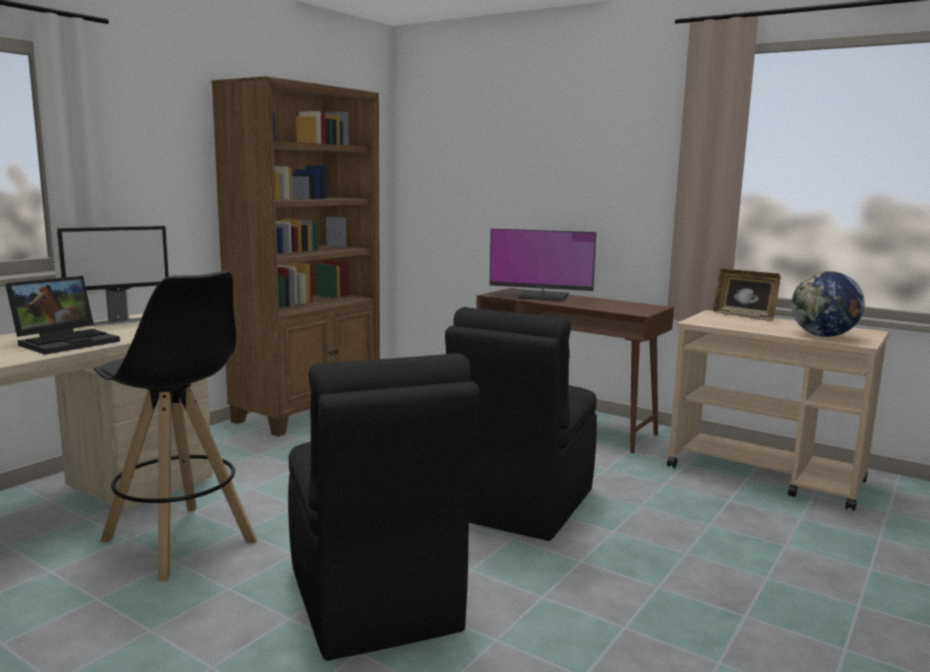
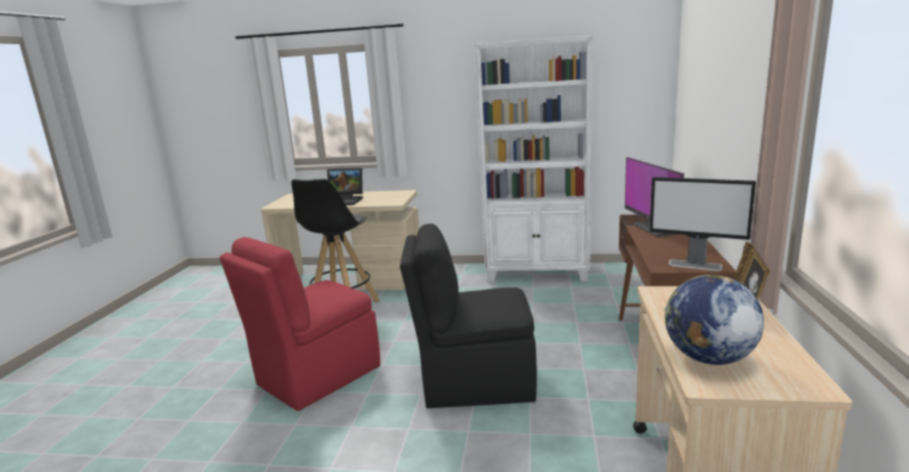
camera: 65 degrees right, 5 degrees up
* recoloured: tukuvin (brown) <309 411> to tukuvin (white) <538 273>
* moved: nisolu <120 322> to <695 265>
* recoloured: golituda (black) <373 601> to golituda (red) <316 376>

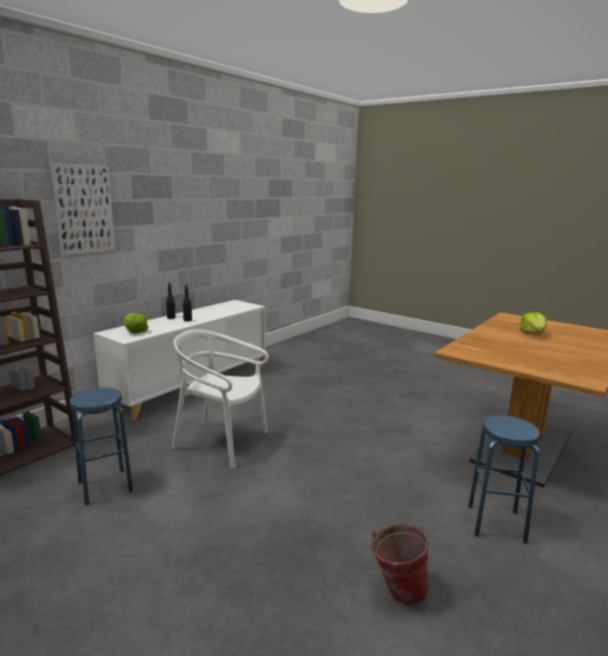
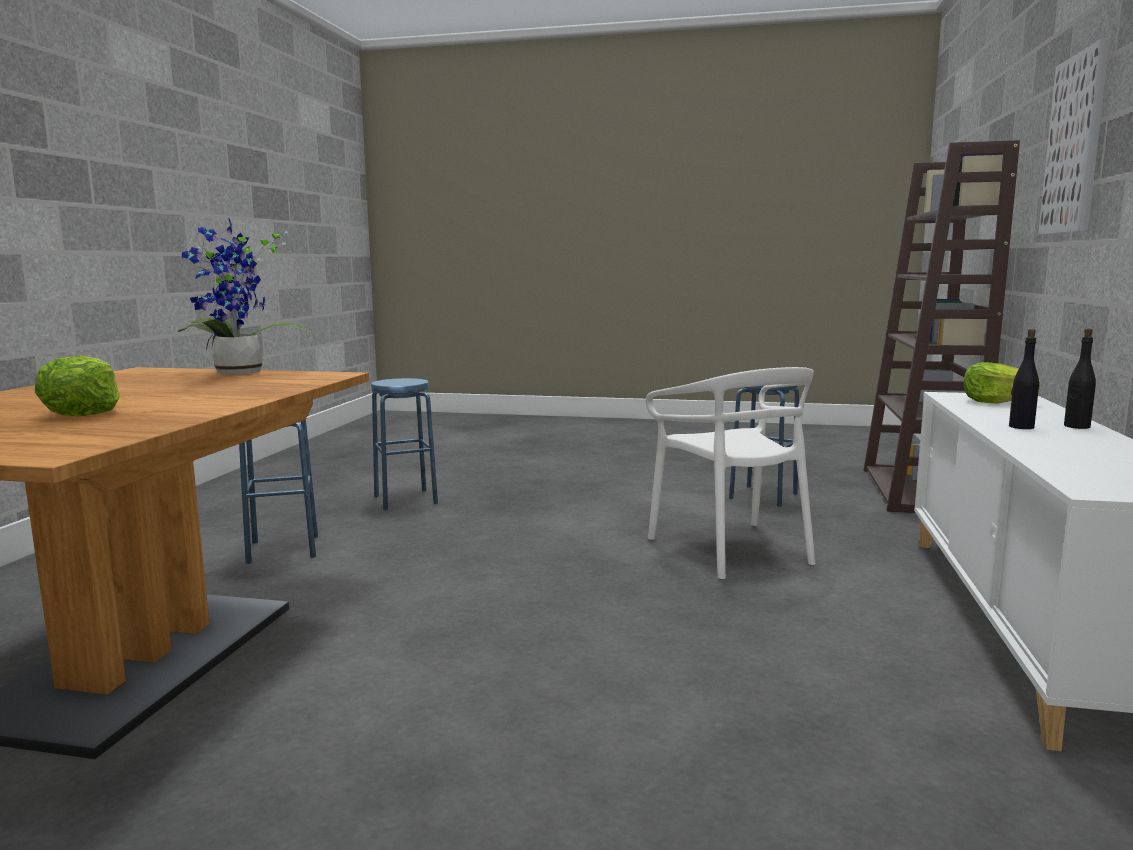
camera: 155 degrees right, 5 degrees down
* turned: golituda (white) <221 442> = <731 549> 75 degrees clockwise
* replaced: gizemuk <397 590> to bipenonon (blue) <405 499>
* added: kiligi <238 374>

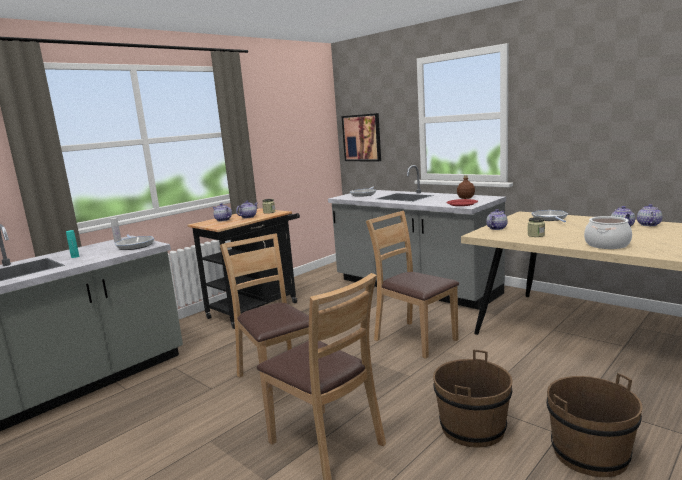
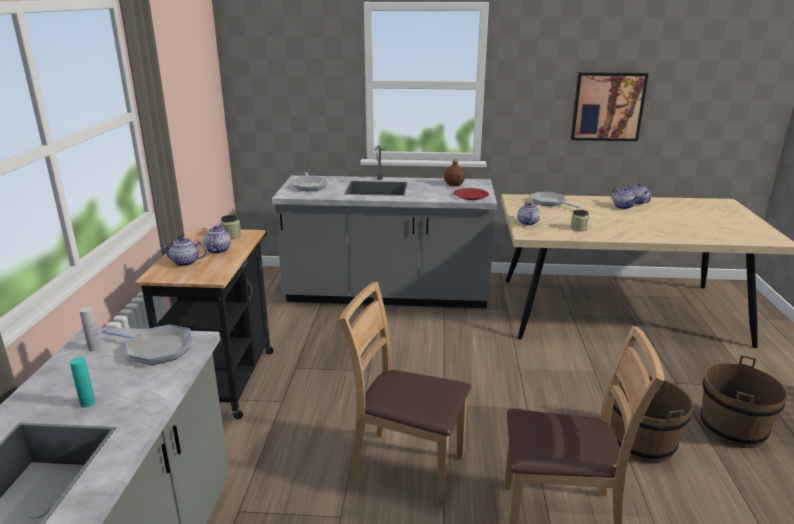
camera: 40 degrees left, 10 degrees up
* moved: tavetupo <362 138> to <607 106>
* removed: golituda (brown) <415 339>
* removed: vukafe <607 245>

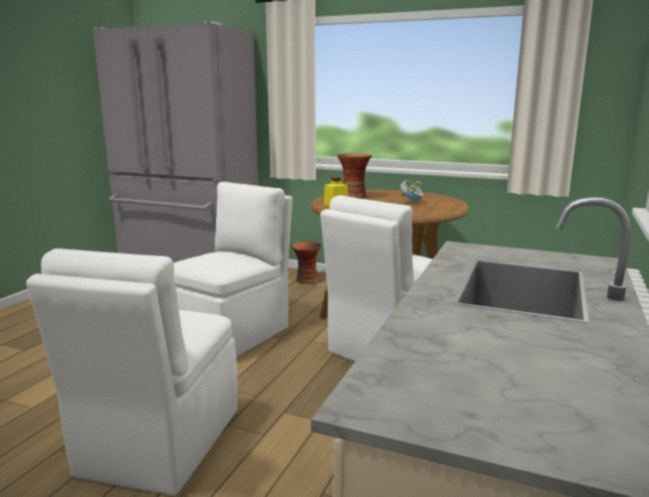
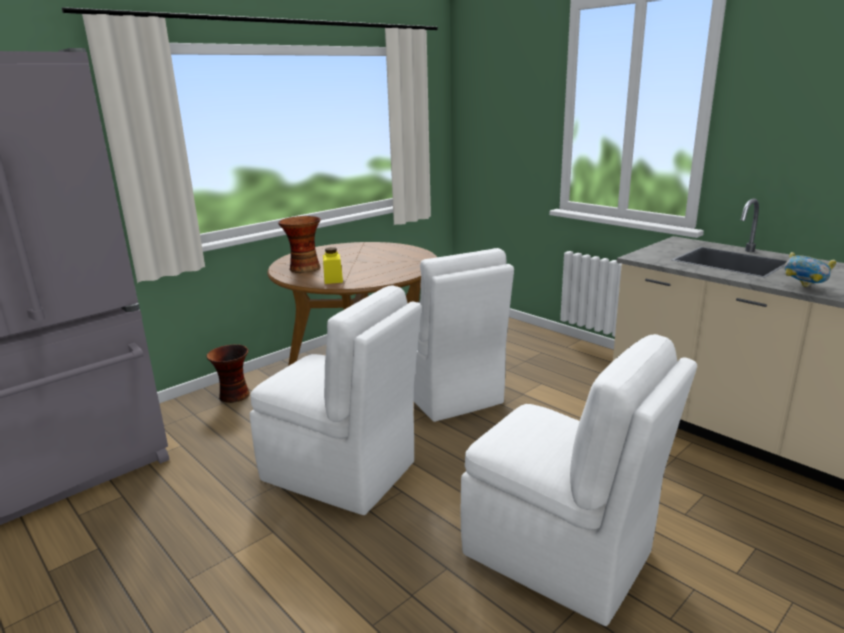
camera: 65 degrees left, 5 degrees up
* moved: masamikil <411 203> to <804 287>
* turned: golituda (white) <232 335> = <342 473> 150 degrees clockwise

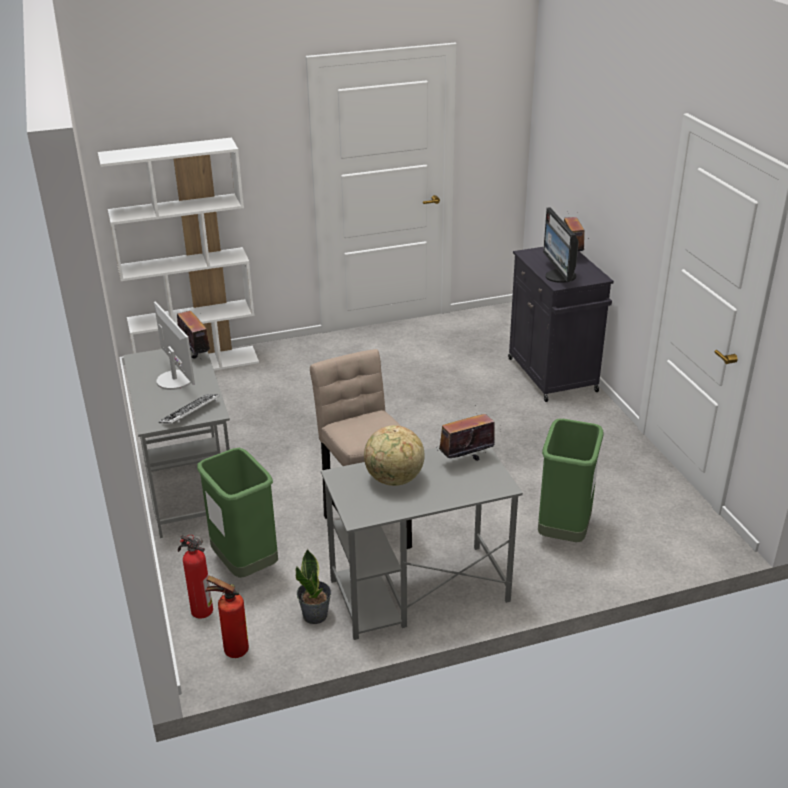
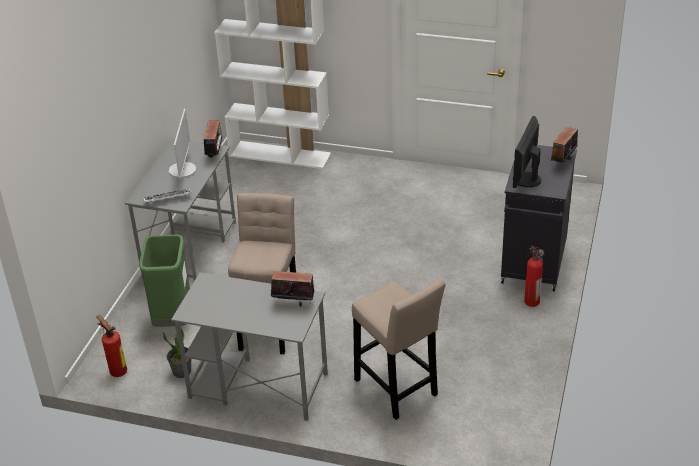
camera: 35 degrees right, 5 degrees up
* replaced: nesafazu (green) <563 532> to bipenonon (beige) <397 390>
* removed: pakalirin <394 479>
* moved: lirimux <200 610> to <531 301>

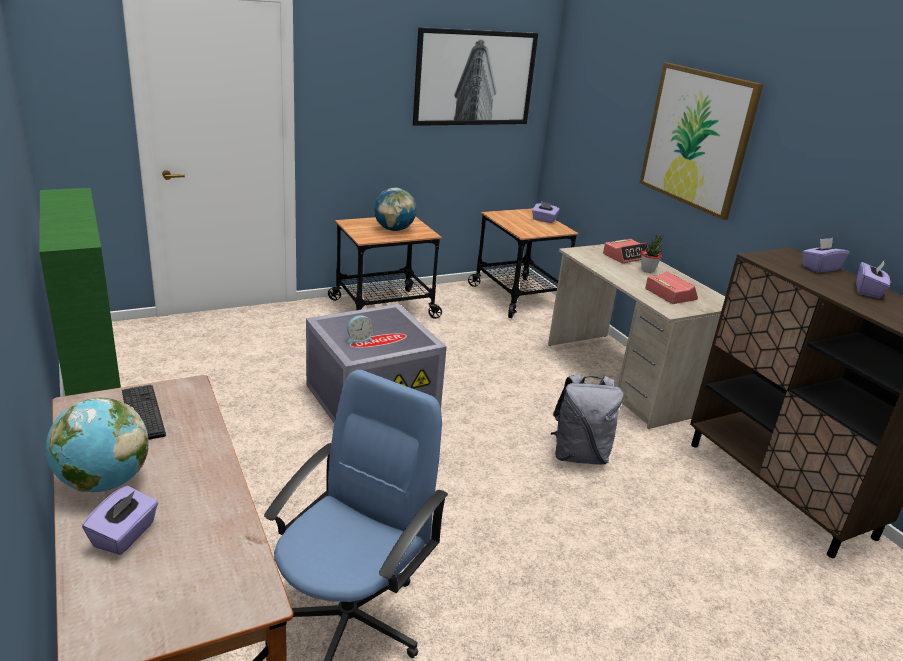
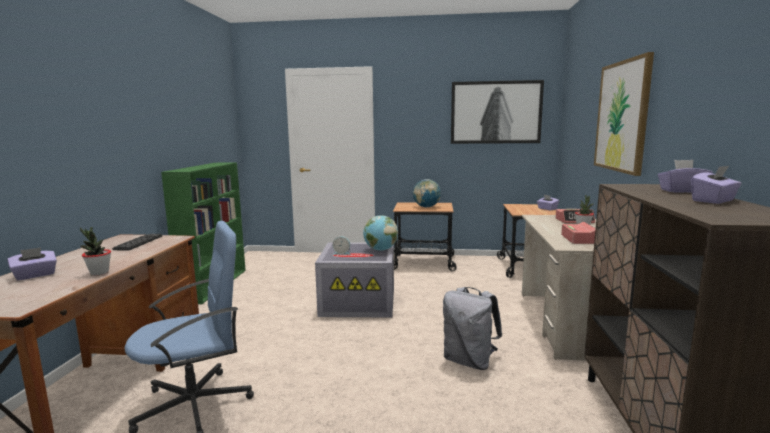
camera: 35 degrees right, 15 degrees down
* moved: pakalirin <104 482> to <380 250>
* added: kiligi <99 273>

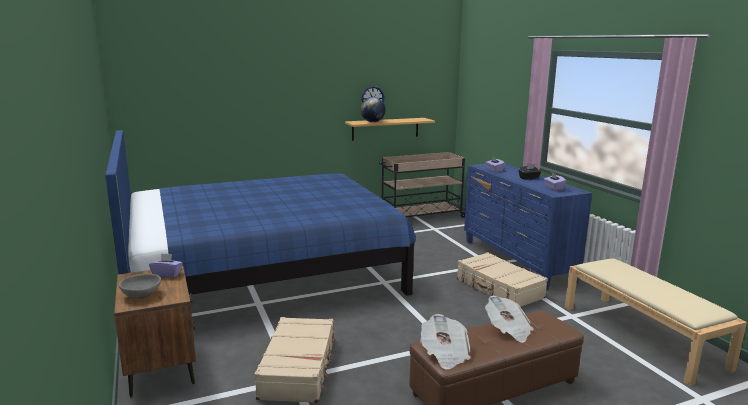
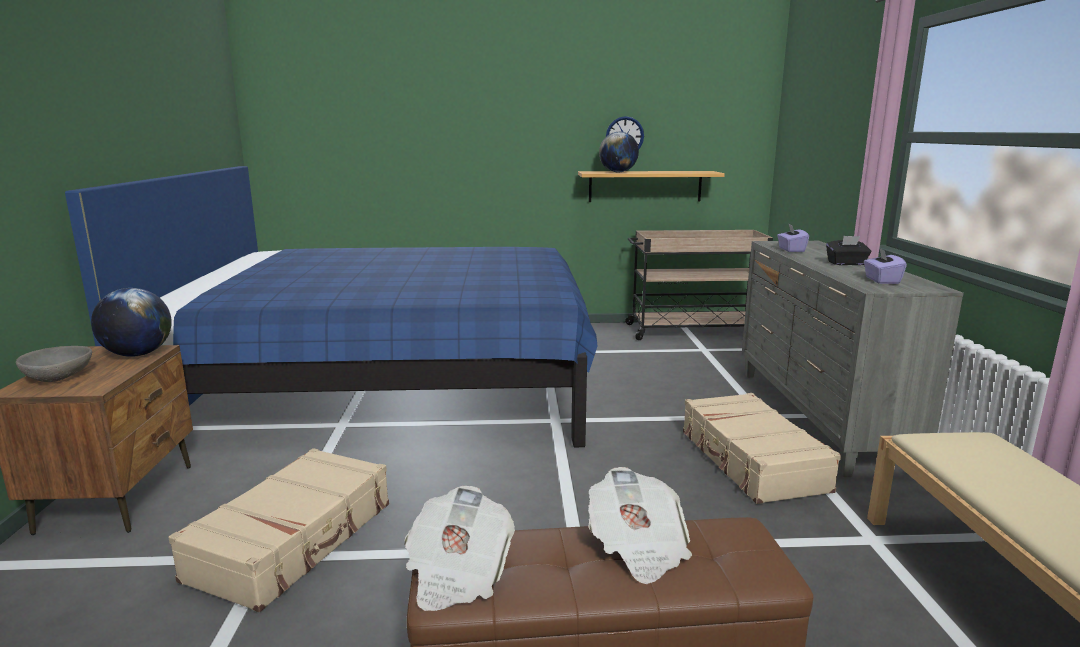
camera: 20 degrees right, 0 degrees up
* recoloured: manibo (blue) <516 261> to manibo (grey) <818 417>
* replaced: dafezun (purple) <167 274> to pakalirin <138 354>

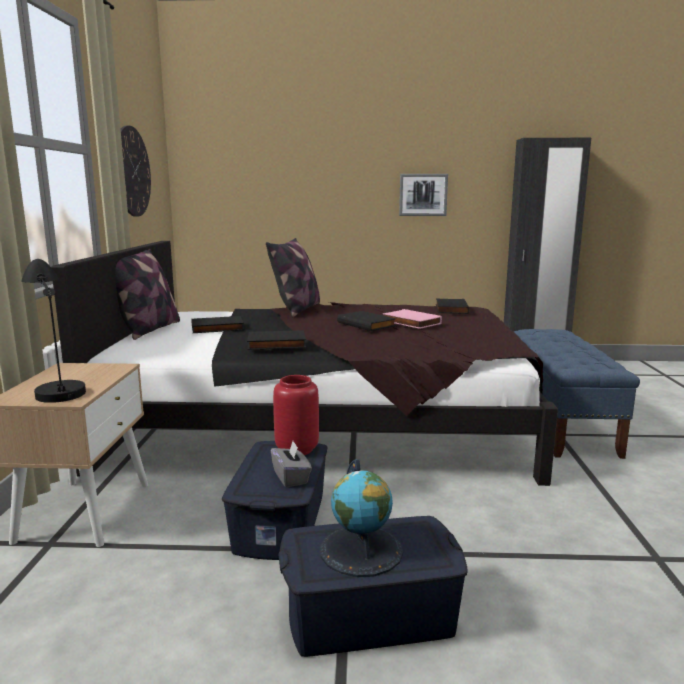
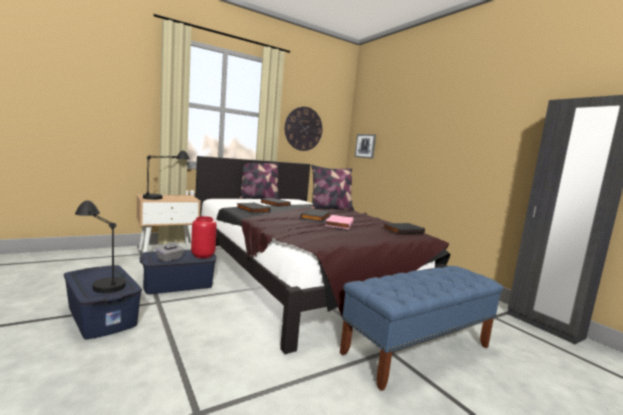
camera: 55 degrees right, 5 degrees down
* moved: tavetupo <423 195> to <365 146>
* replaced: pakalirin <361 550> to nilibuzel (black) <99 279>

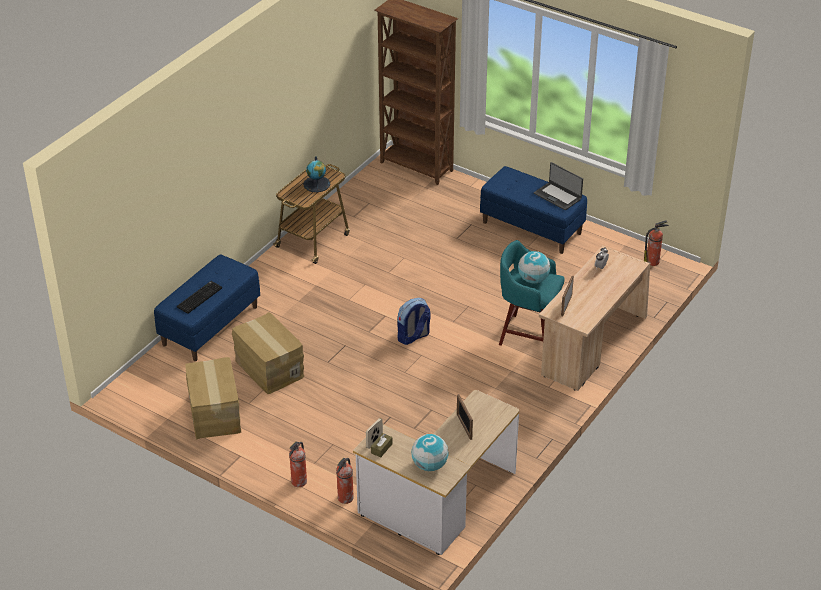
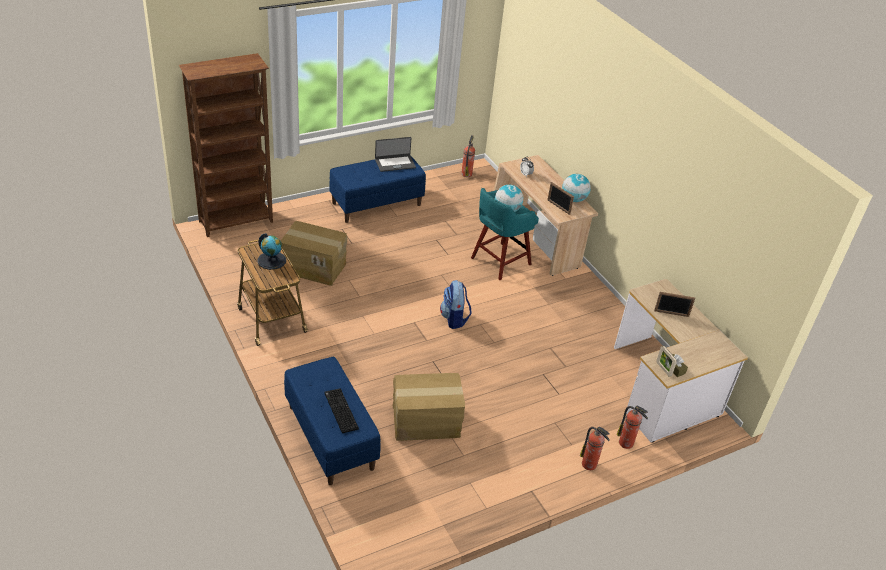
camera: 65 degrees left, 0 degrees up
* moved: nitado <215 414> to <314 267>
* moved: pakalirin <429 465> to <573 199>

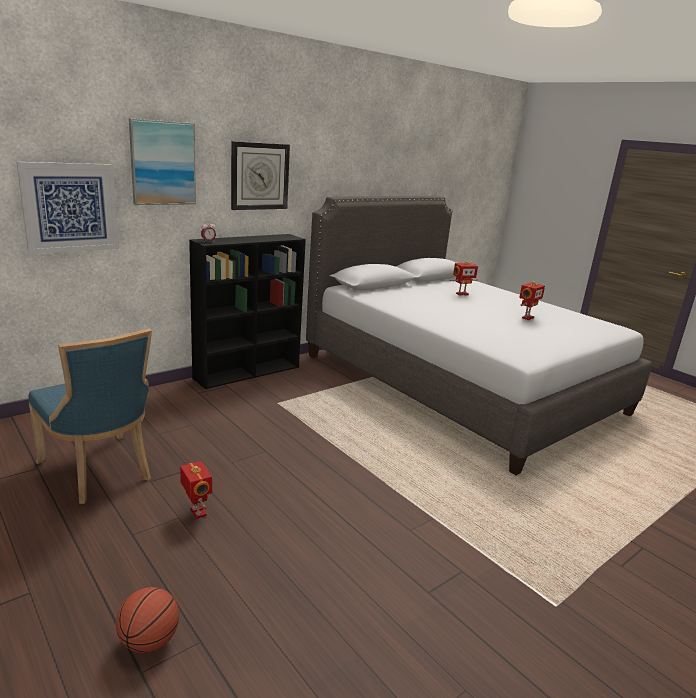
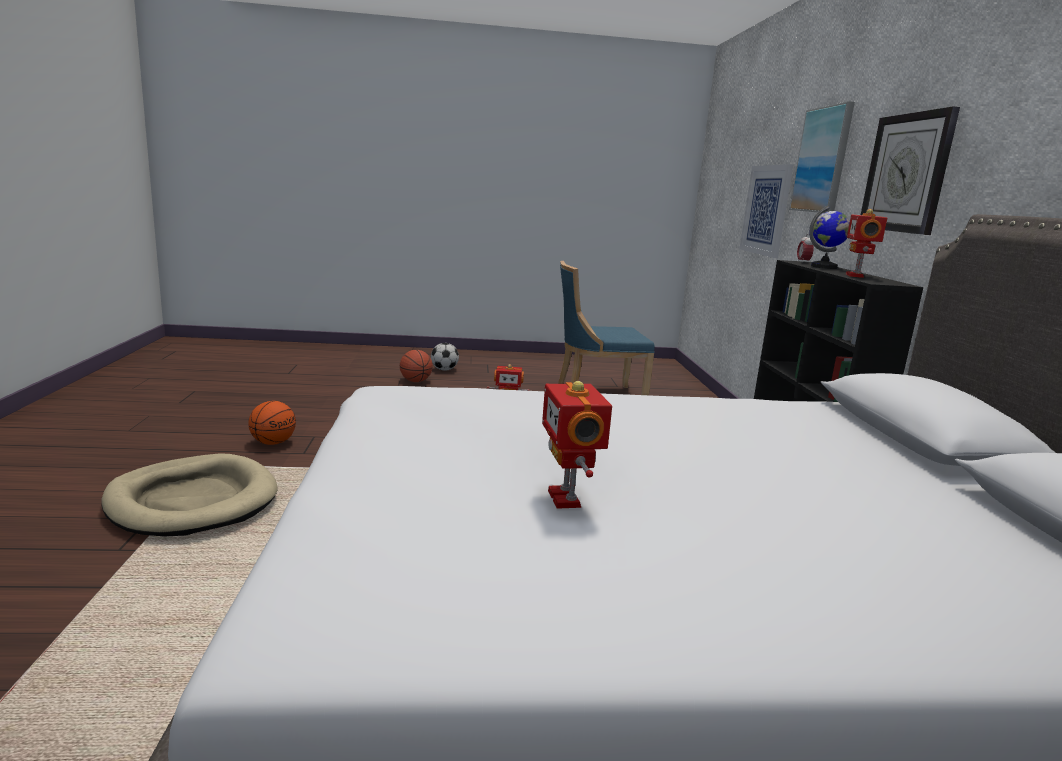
camera: 125 degrees right, 5 degrees down
* moved: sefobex <461 294> to <856 276>
* added: pakalirin <824 267>
* added: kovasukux <444 370>
* added: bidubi <273 443>
* added: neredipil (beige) <192 501>

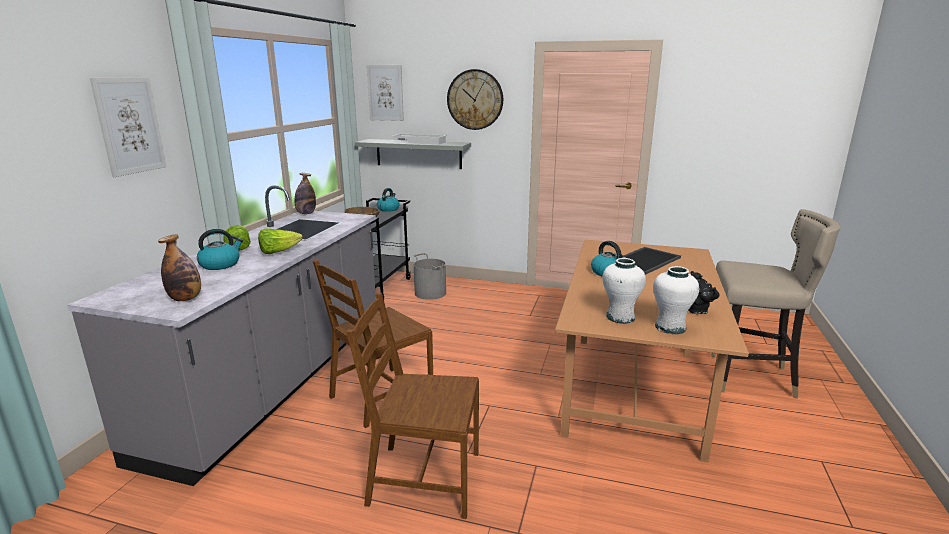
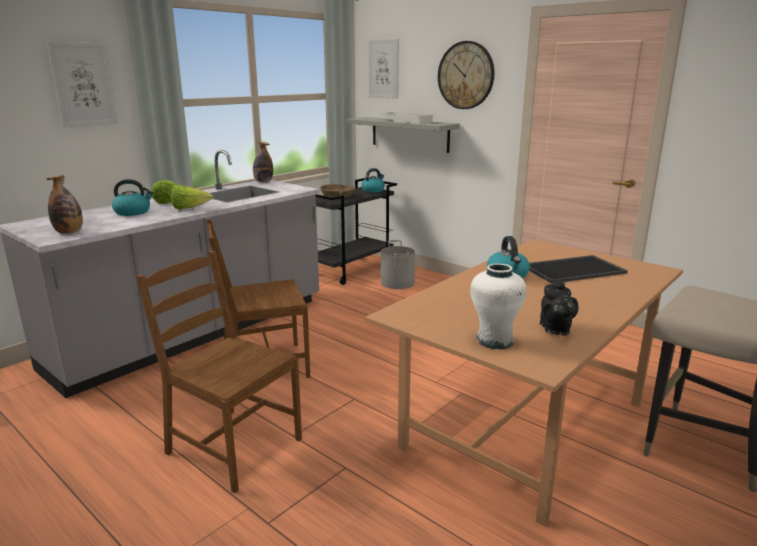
camera: 25 degrees right, 0 degrees up
* removed: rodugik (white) <620 317>

